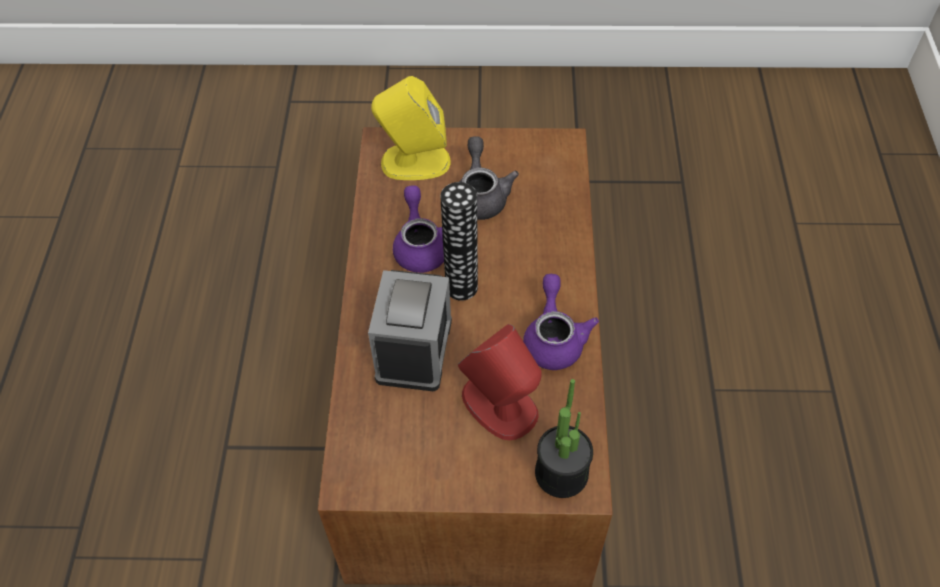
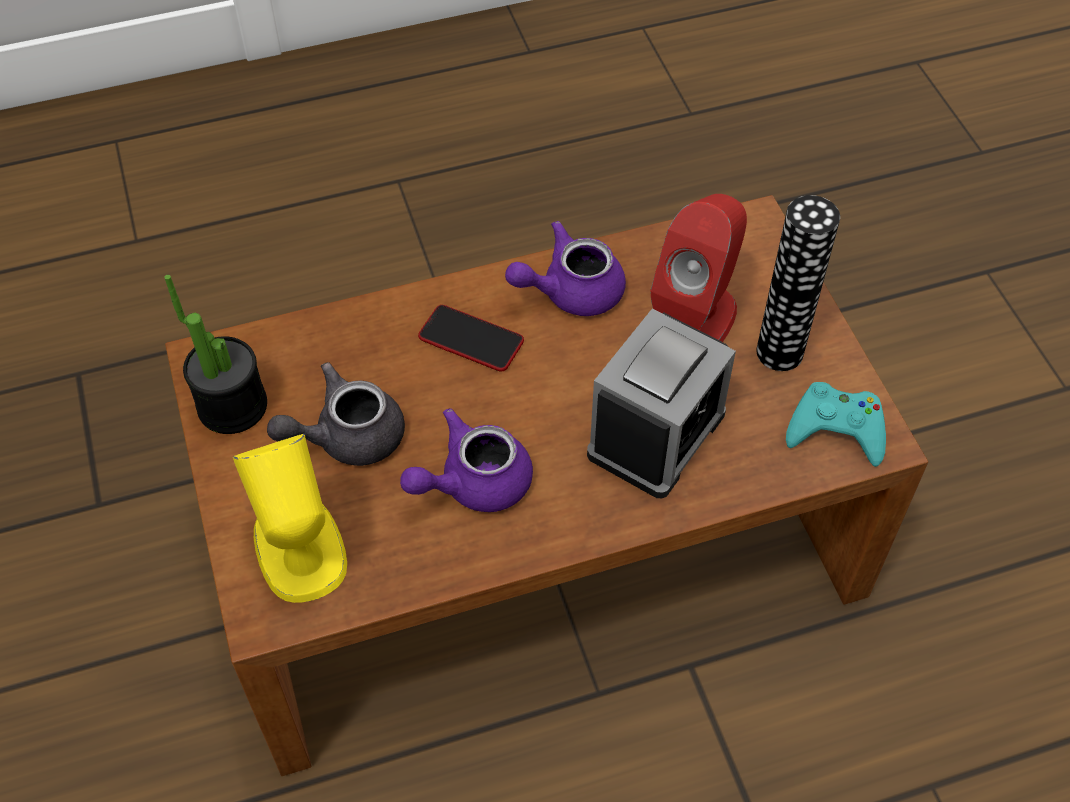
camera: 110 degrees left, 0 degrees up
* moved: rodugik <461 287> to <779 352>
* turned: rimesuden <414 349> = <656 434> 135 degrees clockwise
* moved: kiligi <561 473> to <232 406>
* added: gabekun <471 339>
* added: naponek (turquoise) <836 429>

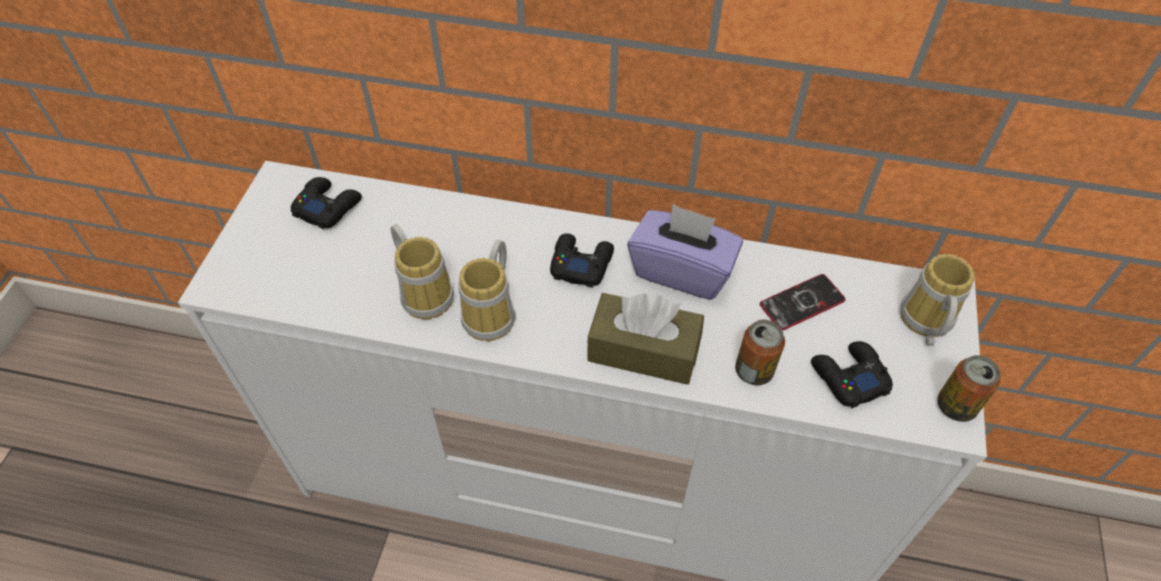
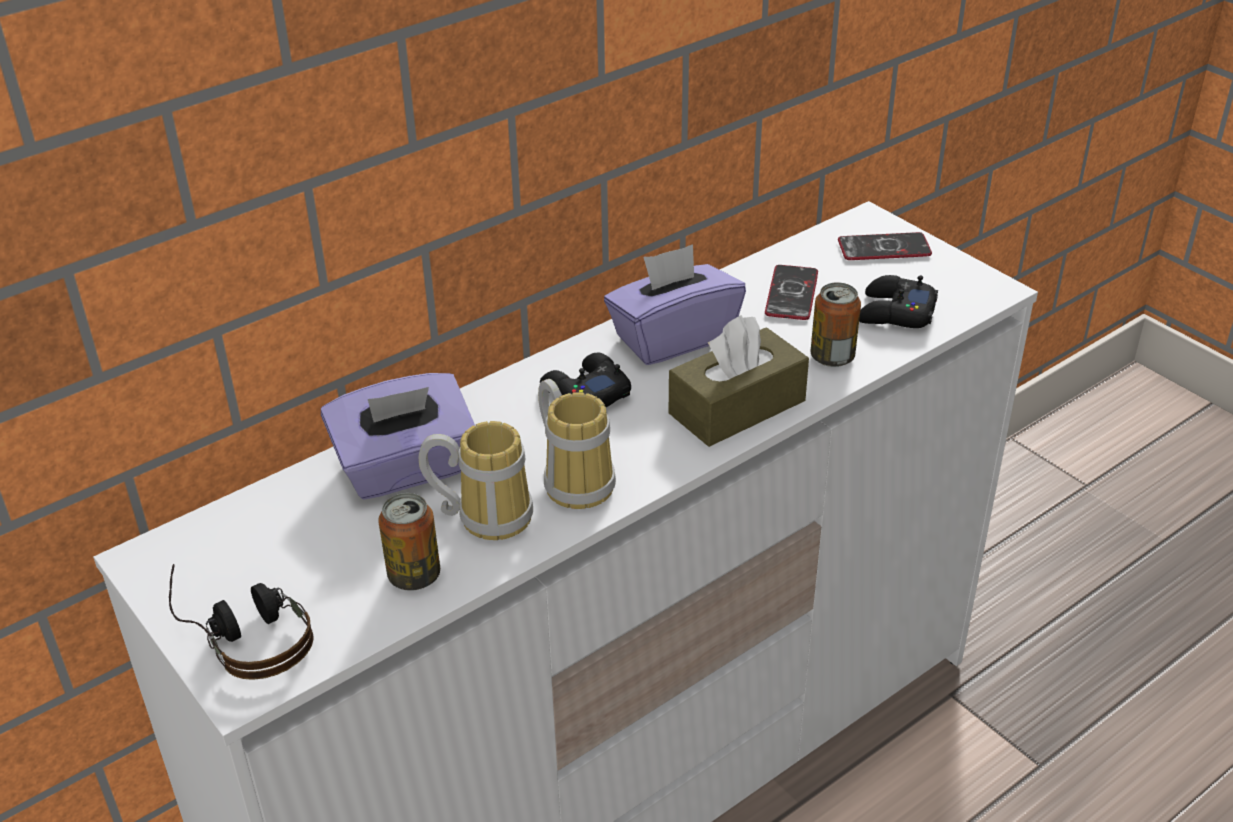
camera: 50 degrees left, 15 degrees down
* removed: naponek (black) <327 207>
* replaced: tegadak <922 323> to gabekun <884 248>
* moved: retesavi <956 406> to <414 576>
* added: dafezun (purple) <406 469>
* added: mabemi <244 631>

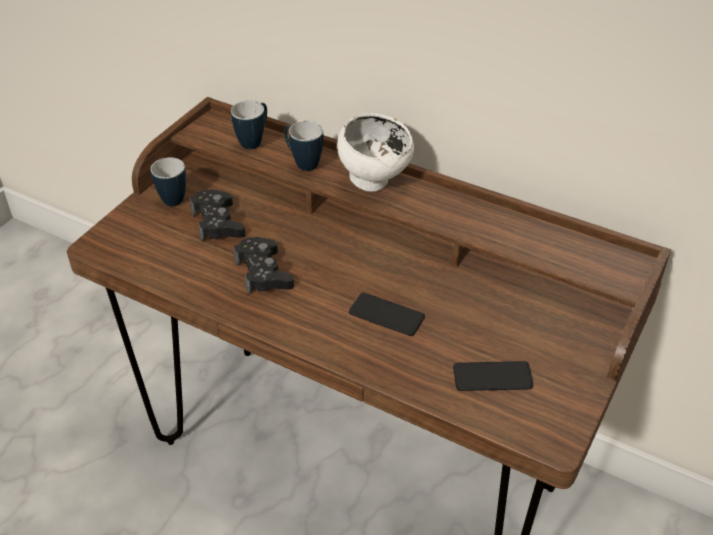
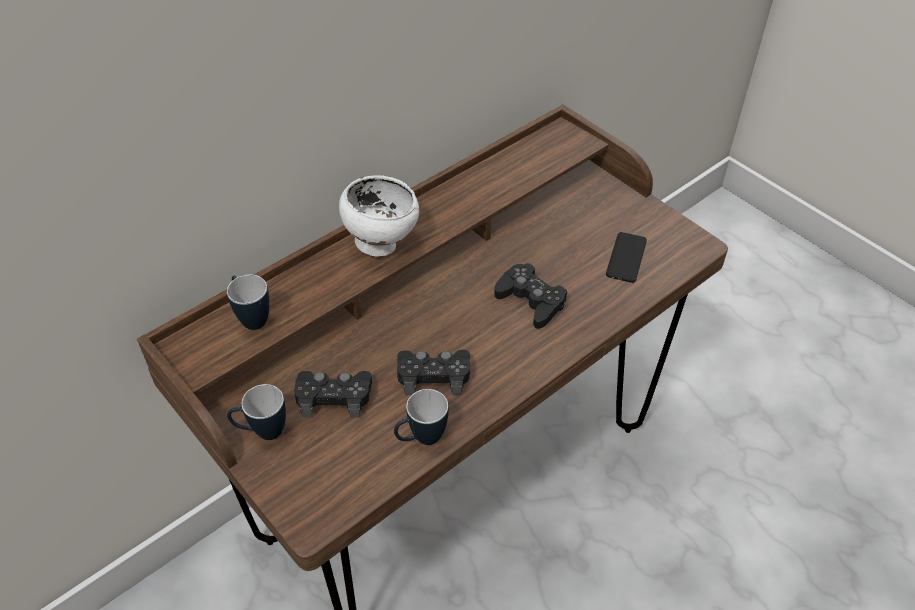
camera: 70 degrees left, 5 degrees up
* moved: tegadak <302 163> to <421 439>
* replaced: gabekun <386 315> to naponek (black) <531 301>

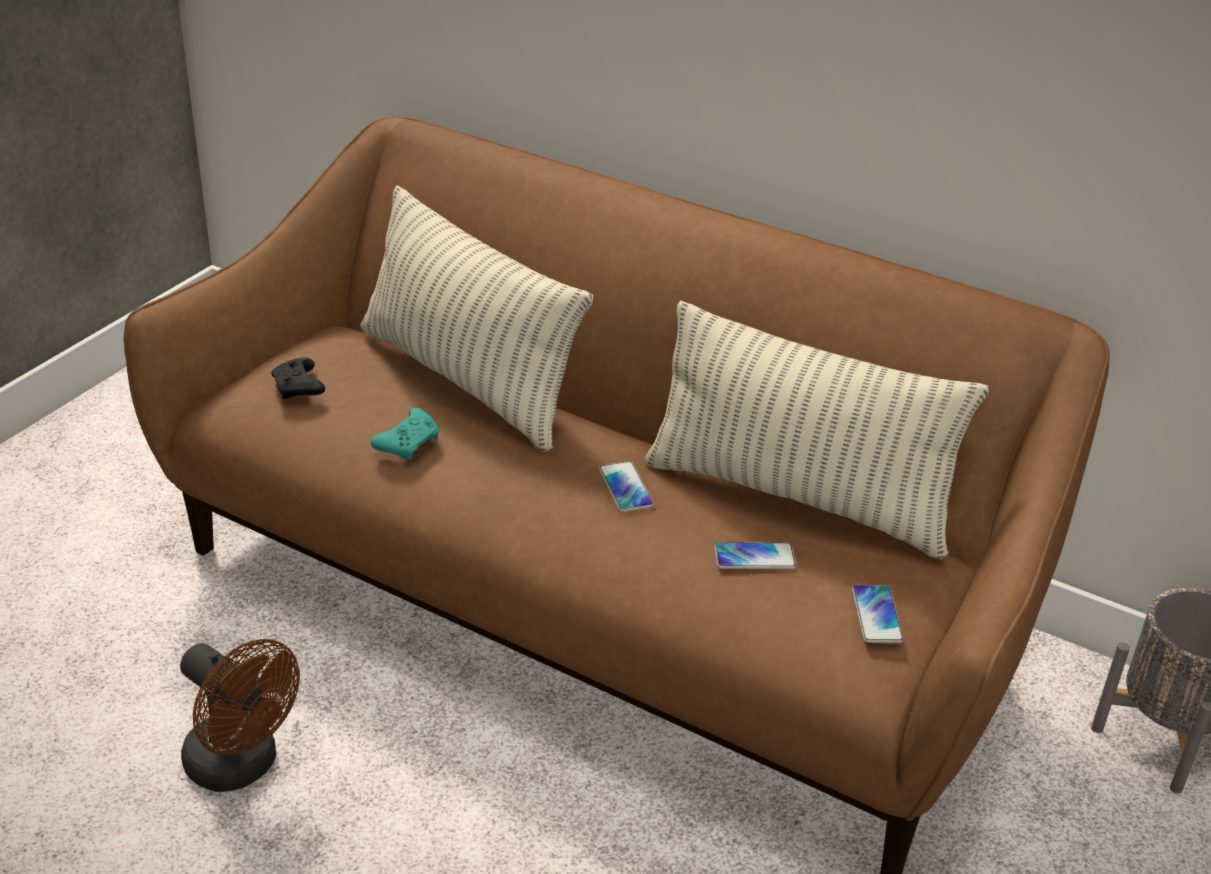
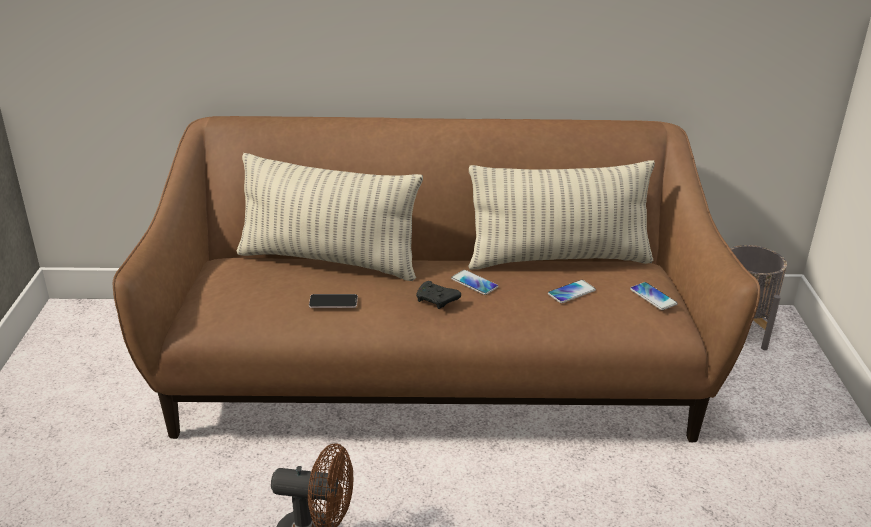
camera: 30 degrees left, 5 degrees down
* moved: naponek (black) <299 389> to <437 301>
* replaced: naponek (turquoise) <409 443> to gabekun <333 302>

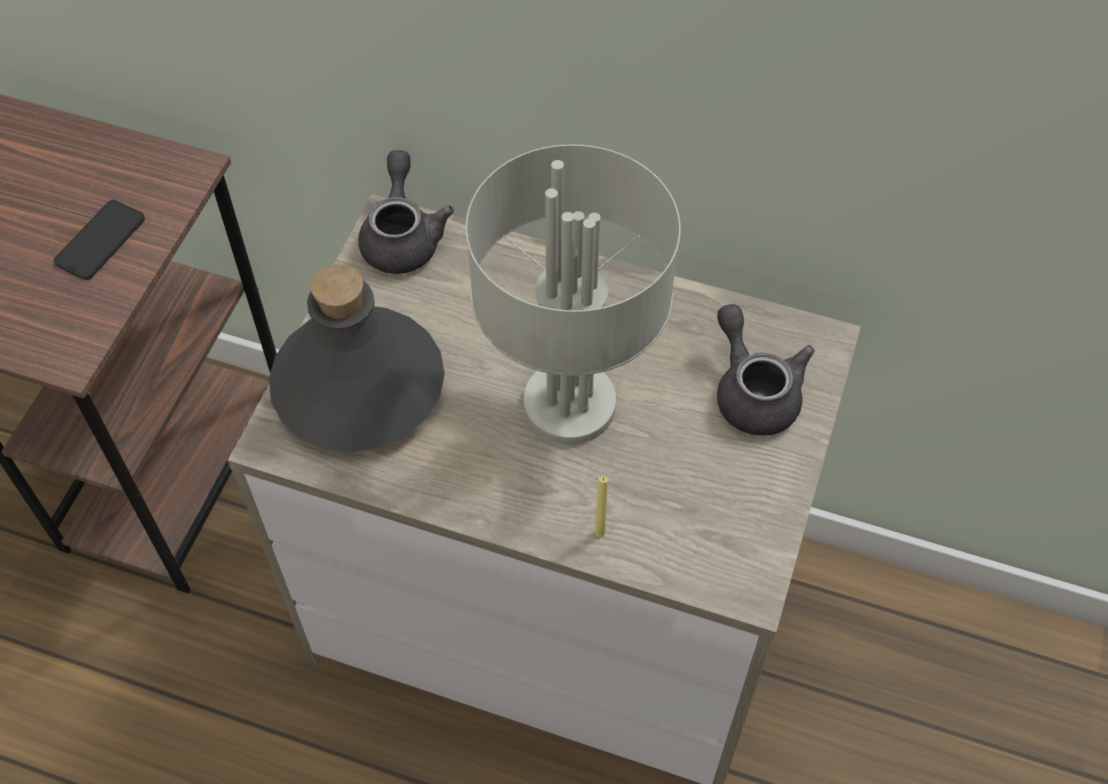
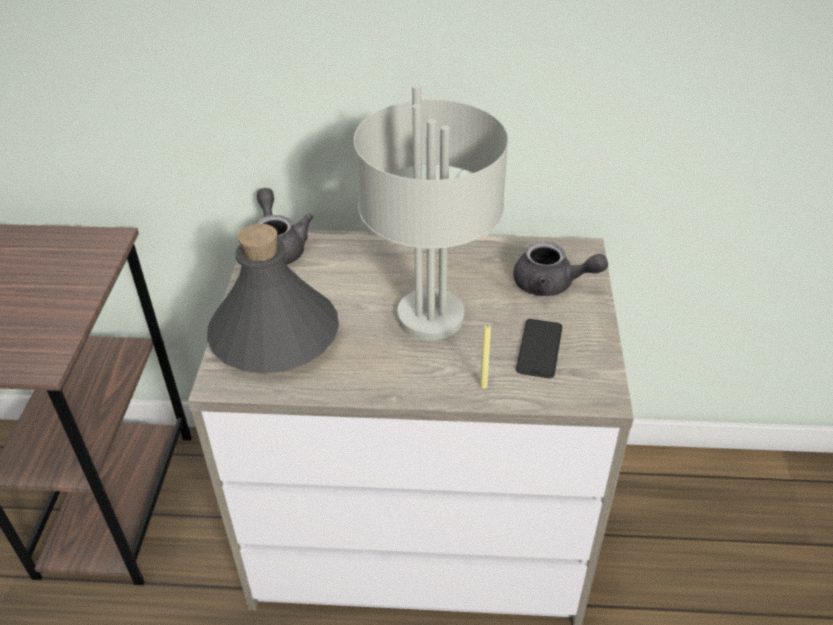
camera: 15 degrees left, 15 degrees down
* moved: gabekun <100 240> to <539 349>
* turned: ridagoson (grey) <753 391> = <551 285> 150 degrees clockwise

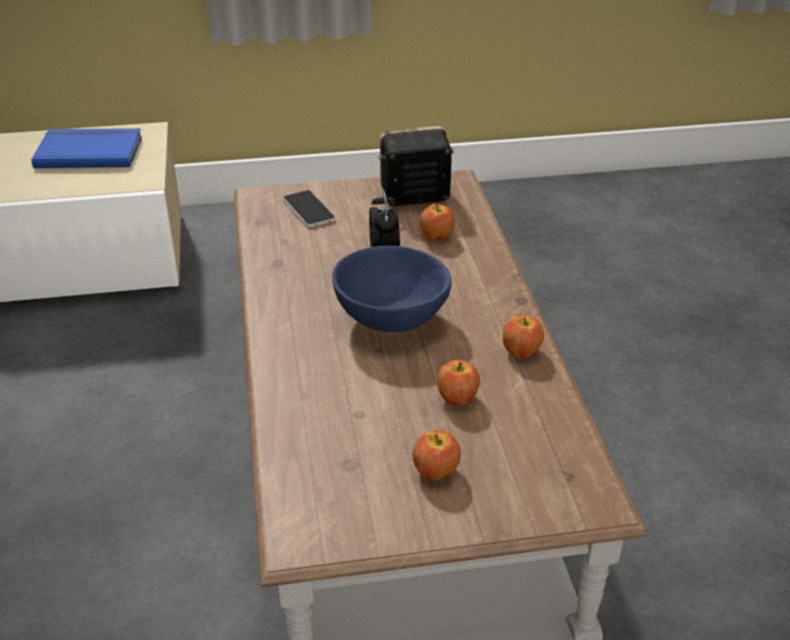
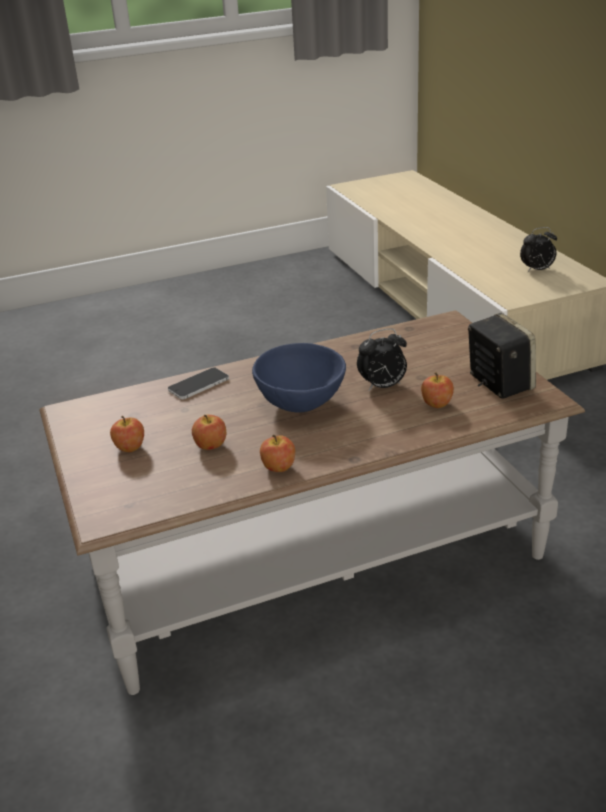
camera: 80 degrees right, 5 degrees down
* replaced: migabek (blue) <89 151> to rimesuden <537 270>
* moved: gabekun <308 210> to <198 384>

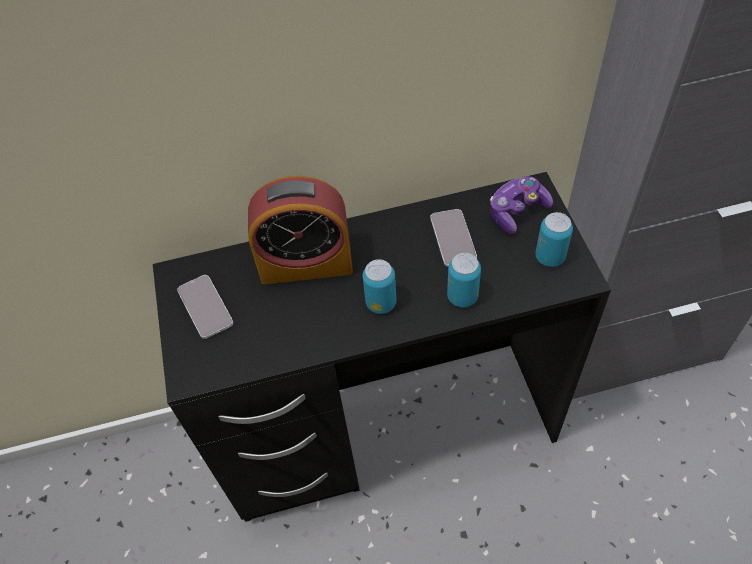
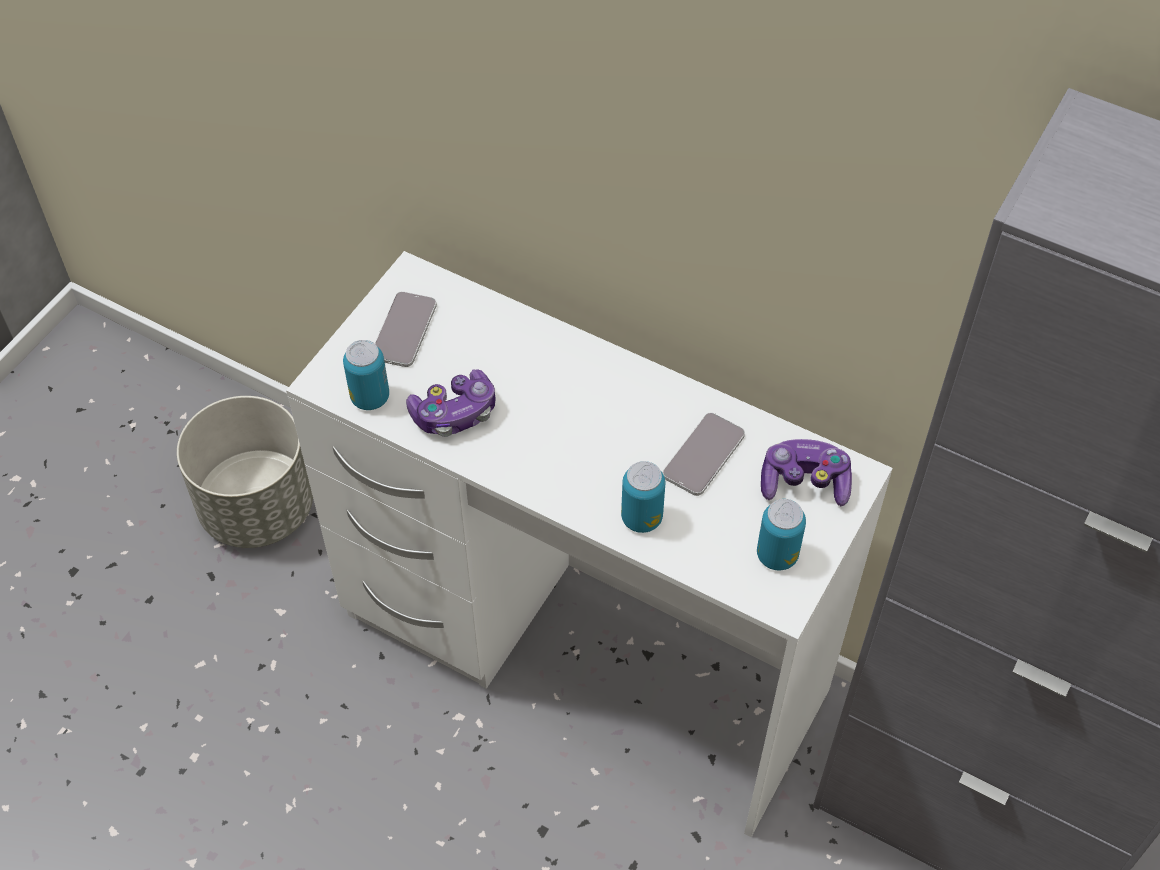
camera: 40 degrees right, 0 degrees up
* recoloured: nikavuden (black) <389 427> to nikavuden (white) <585 653>
* removed: rimesuden <306 263>
* moved: retesavi <381 303> to <370 397>
* added: naponek <455 413>
* added: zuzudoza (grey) <258 507>

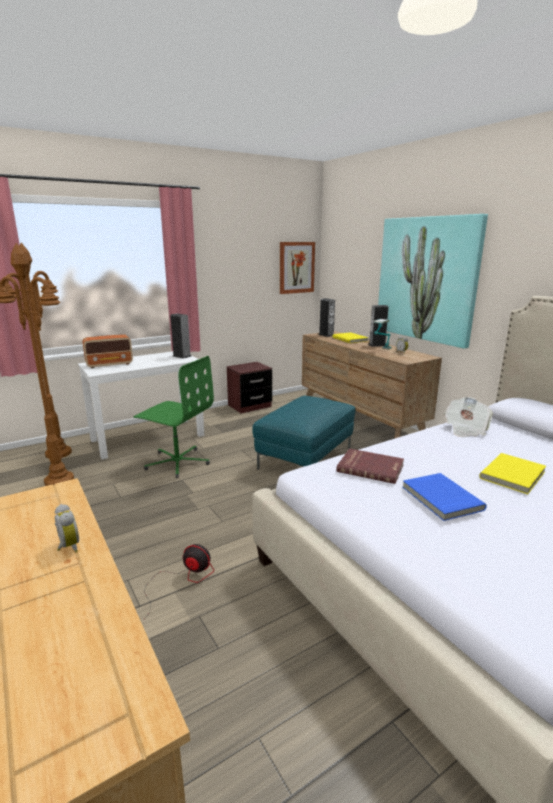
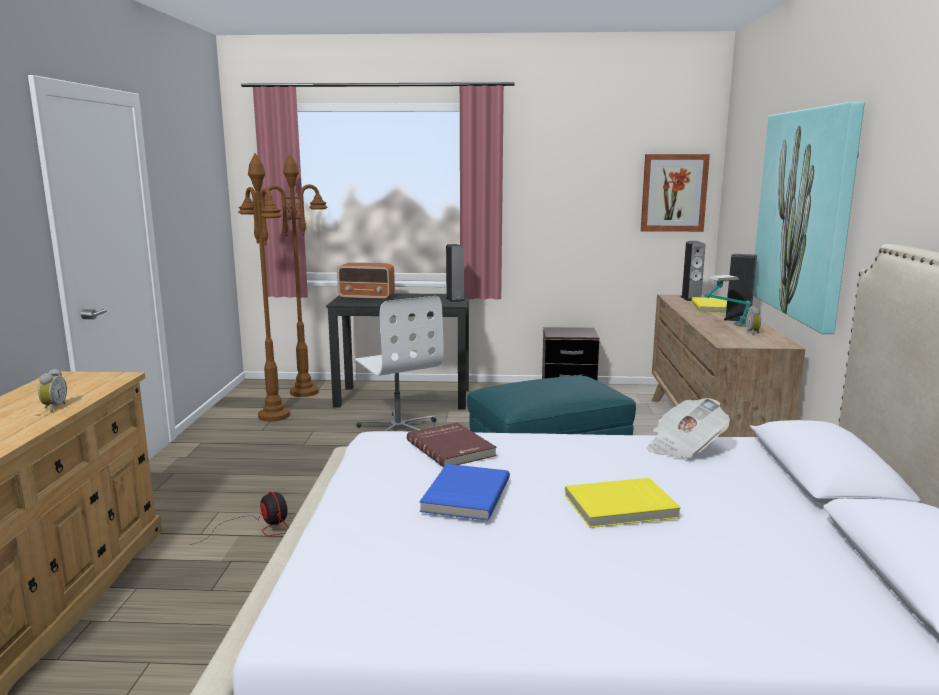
camera: 35 degrees right, 5 degrees down
* recoloured: nikavuden (white) <148 437> to nikavuden (black) <403 397>
* recoloured: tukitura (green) <177 462> to tukitura (white) <398 428>

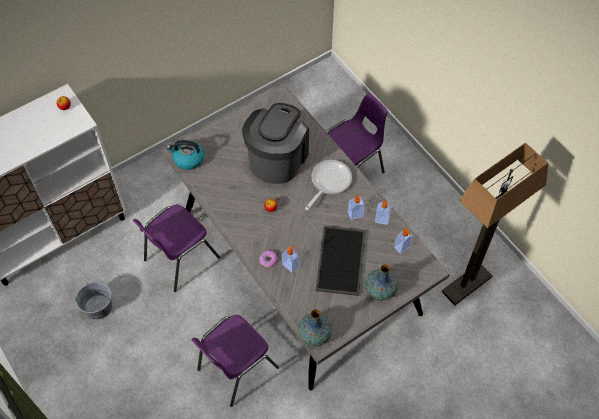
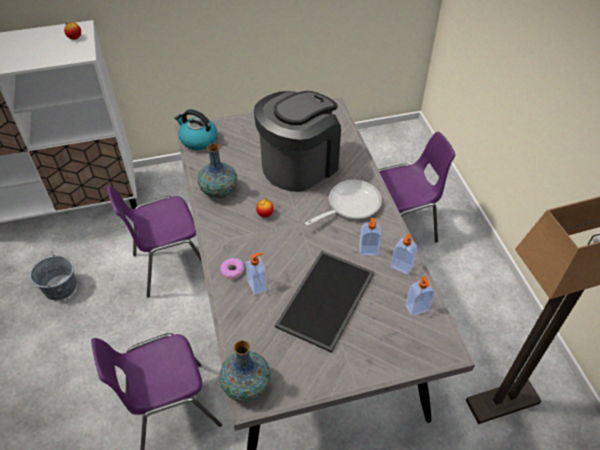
camera: 20 degrees right, 10 degrees down
* moved: rodugik <380 290> to <219 191>

